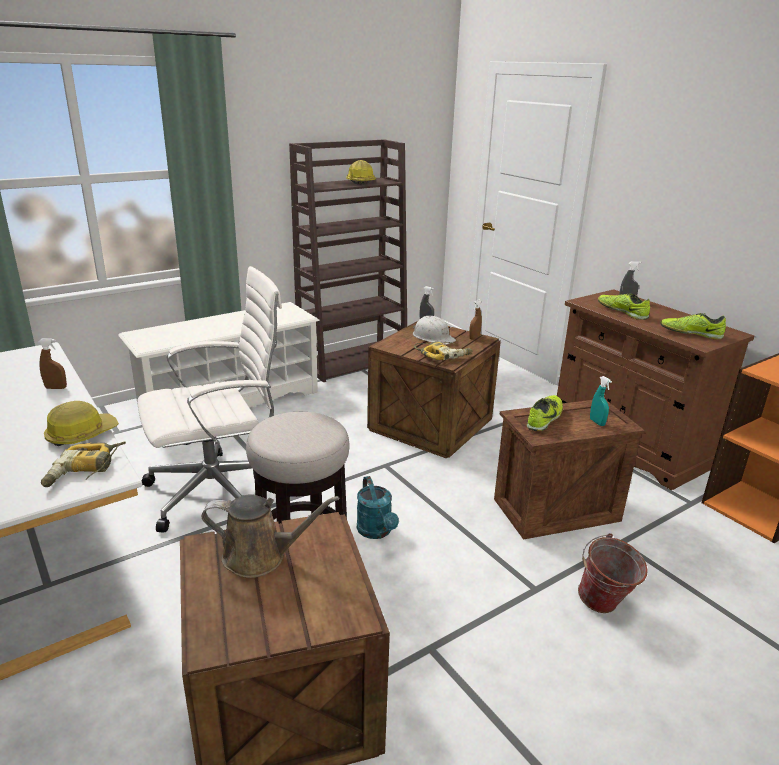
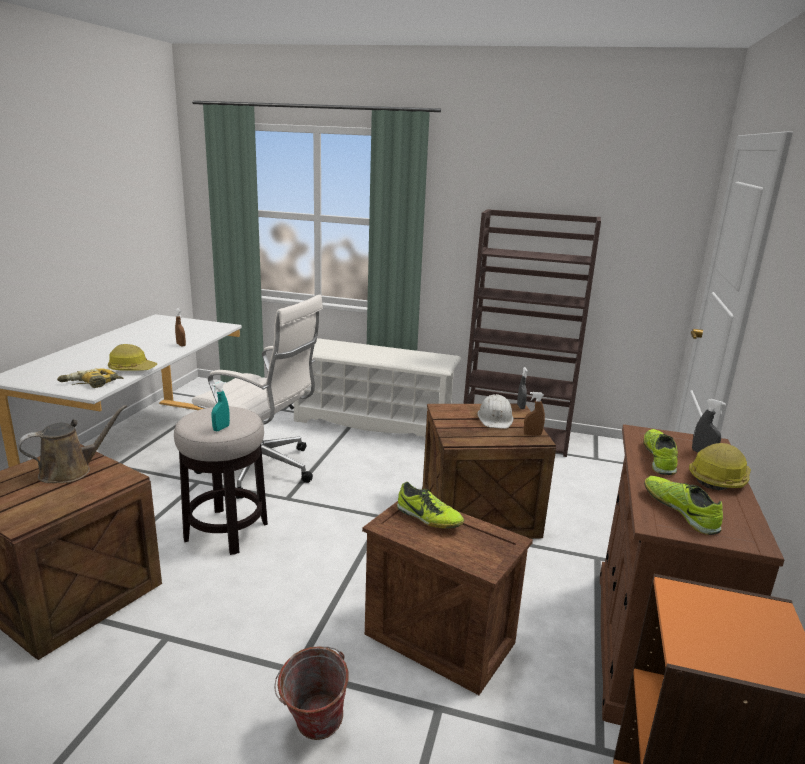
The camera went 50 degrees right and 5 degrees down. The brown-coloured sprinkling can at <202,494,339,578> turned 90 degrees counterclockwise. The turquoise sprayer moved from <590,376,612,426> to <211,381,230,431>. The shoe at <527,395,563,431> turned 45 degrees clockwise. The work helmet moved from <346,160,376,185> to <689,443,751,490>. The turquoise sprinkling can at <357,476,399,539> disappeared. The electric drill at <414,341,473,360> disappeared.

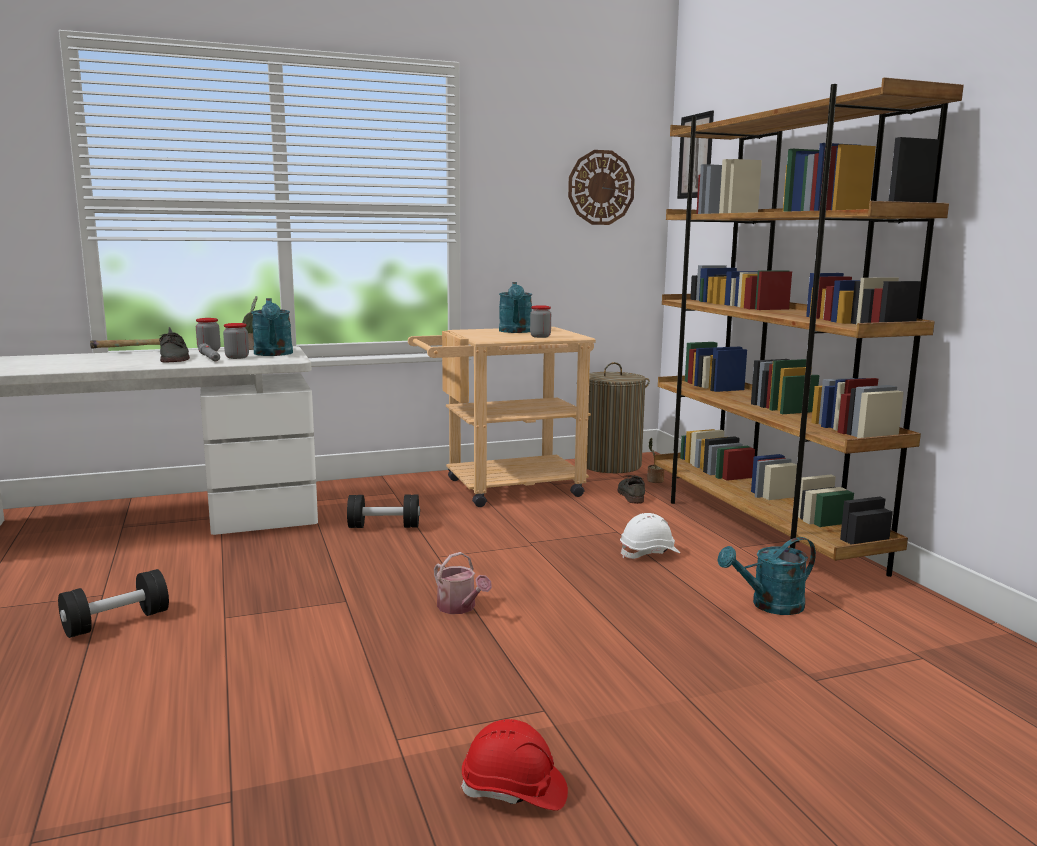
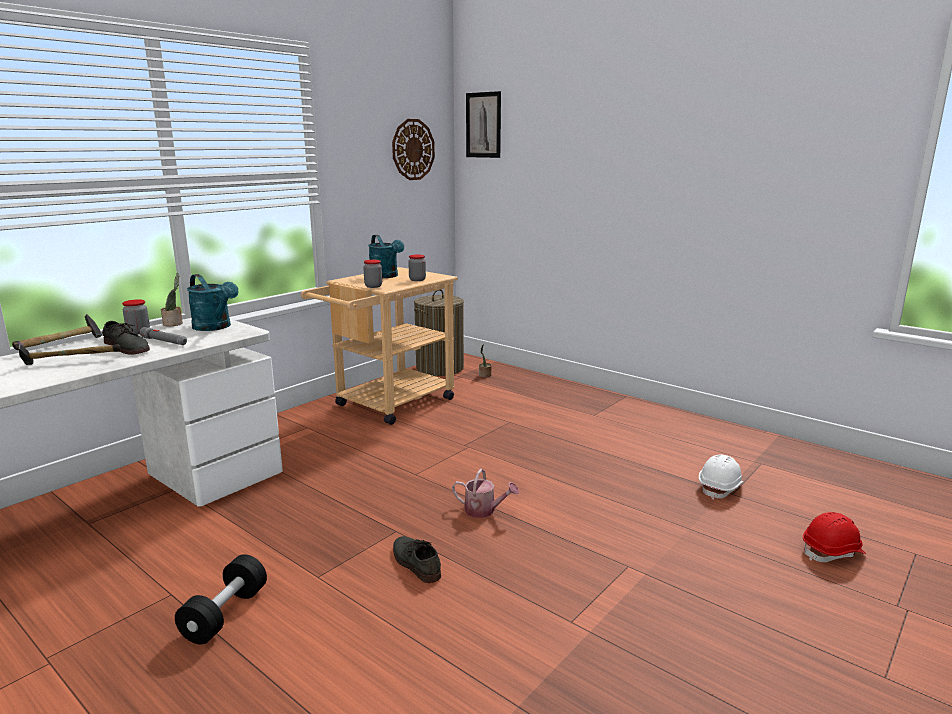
The camera went 30 degrees left and 5 degrees up. The hand hammer at <19,344,121,365> appeared. The storage jar moved from <223,323,249,359> to <363,260,382,288>. The greyish shoe moved from <618,475,645,504> to <393,536,441,583>. The white work helmet moved from <620,513,680,559> to <699,455,743,500>. The reddish work helmet moved from <460,719,568,811> to <803,512,866,562>. The blackish hand weight at <347,494,420,528> disappeared. The brown-coloured shelving unit at <654,77,964,577> disappeared. The turquoise sprinkling can at <717,537,816,615> disappeared.

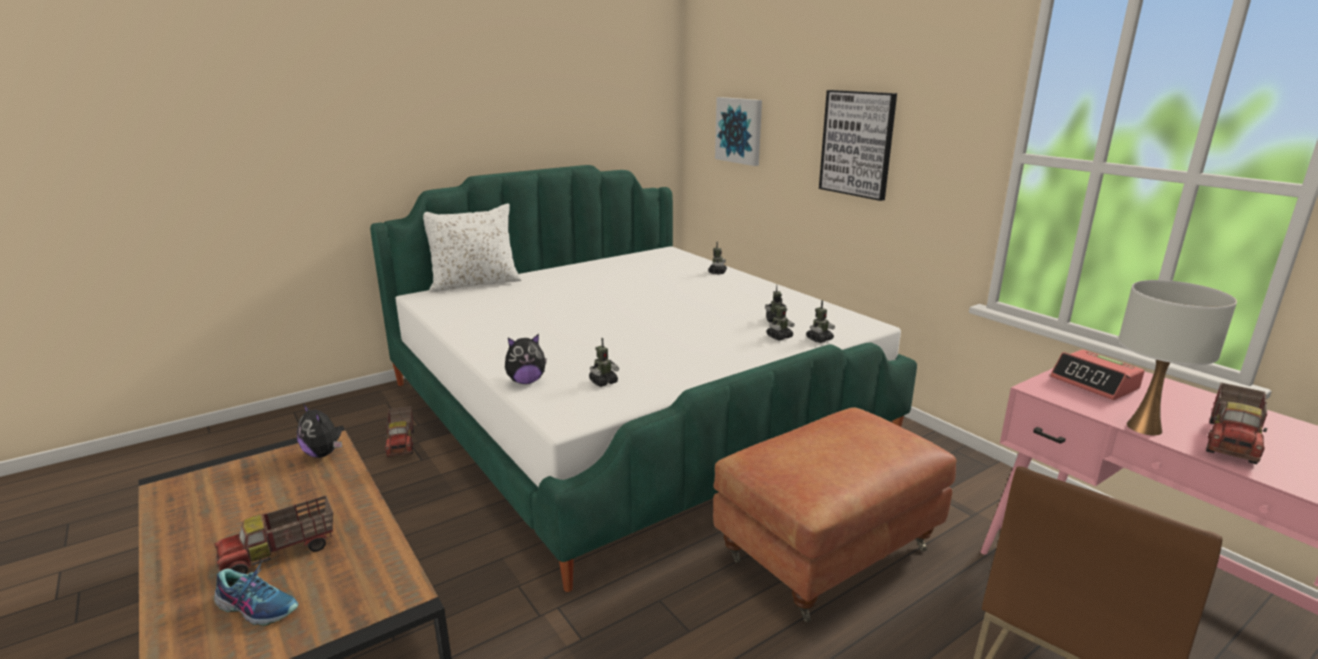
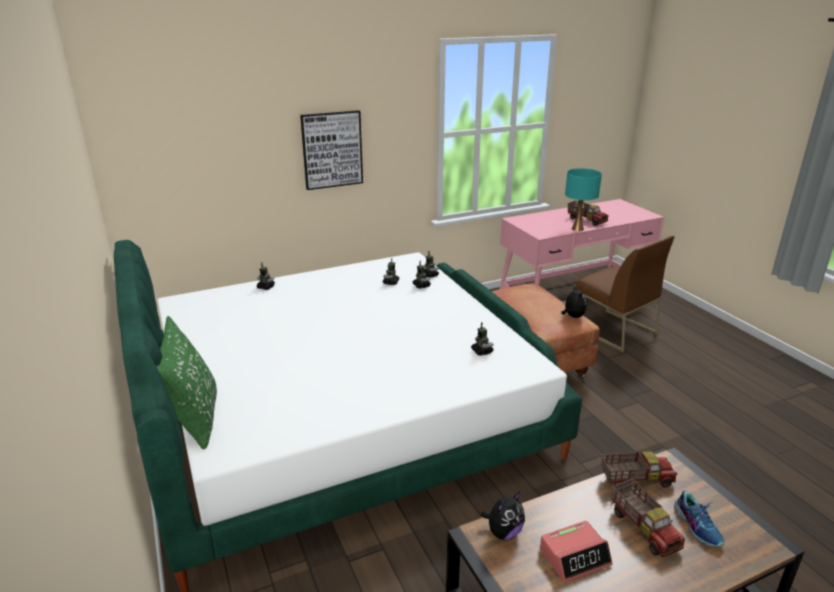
The camera went 80 degrees left and 5 degrees up. The white pillow at <423,203,522,292> became the green pillow at <156,316,217,449>. The table clock moved from <1050,349,1145,400> to <540,521,613,583>. The plush toy moved from <505,334,547,384> to <561,286,587,318>. The white table lamp at <1118,280,1237,436> became the turquoise table lamp at <565,168,602,231>. The toy lorry moved from <385,406,414,457> to <601,452,677,488>. The shoe at <214,561,298,626> turned 135 degrees clockwise. The wall picture at <715,97,762,166> disappeared.

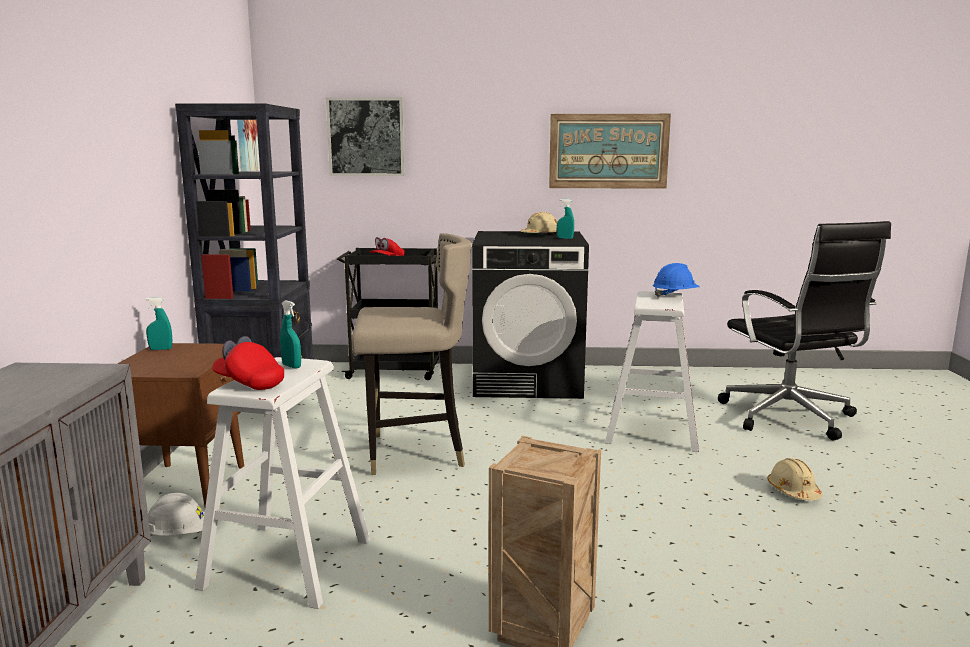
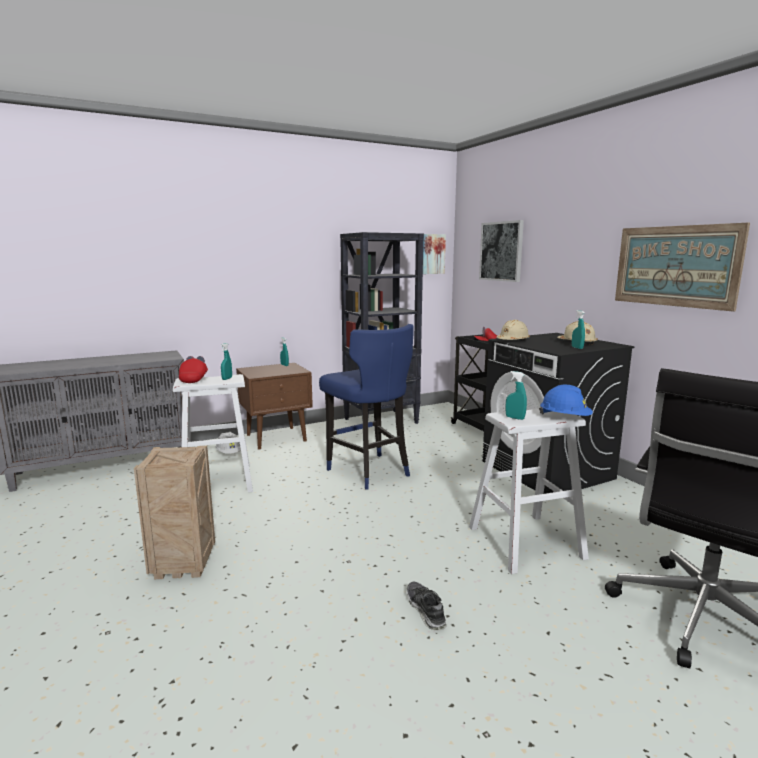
The camera went 60 degrees right and 0 degrees up. The beige sitting stool at <352,233,471,475> became the blue-coloured sitting stool at <319,324,414,490>. The shoe at <407,582,447,631> appeared. The beige work helmet moved from <767,458,822,500> to <496,320,530,340>. The turquoise sprayer at <506,371,527,420> appeared.

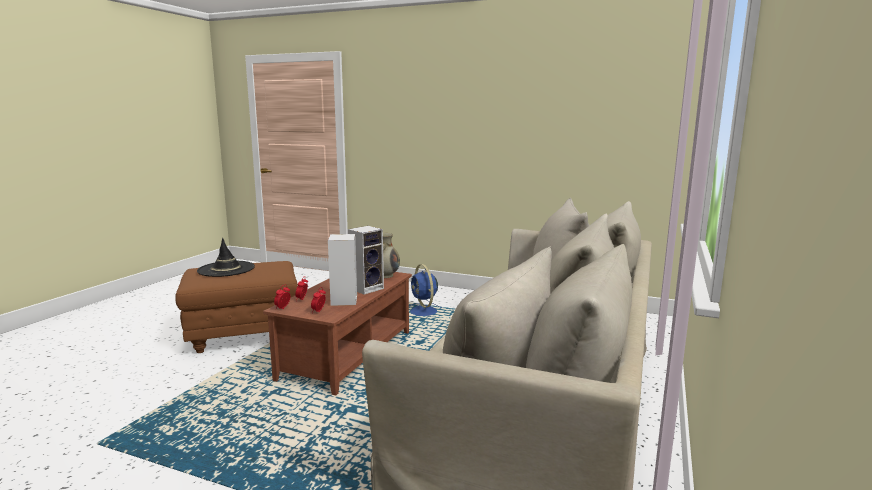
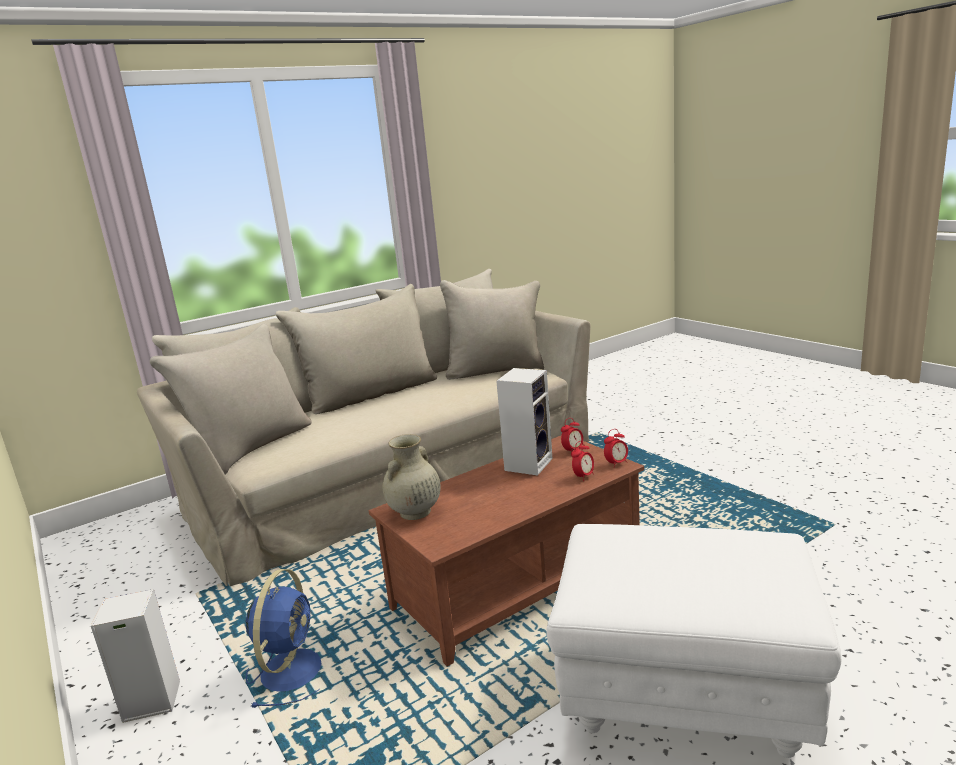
The camera went 145 degrees left and 5 degrees up. The speaker moved from <348,226,384,295> to <91,589,180,723>. The brown-coloured pouffe at <175,261,298,353> became the white pouffe at <546,524,841,758>. The blackish hat at <197,238,255,277> disappeared.

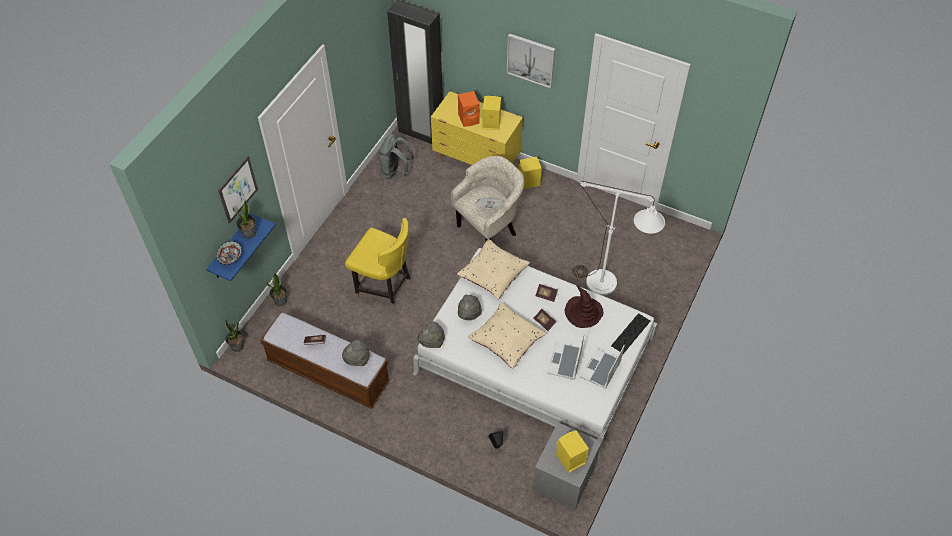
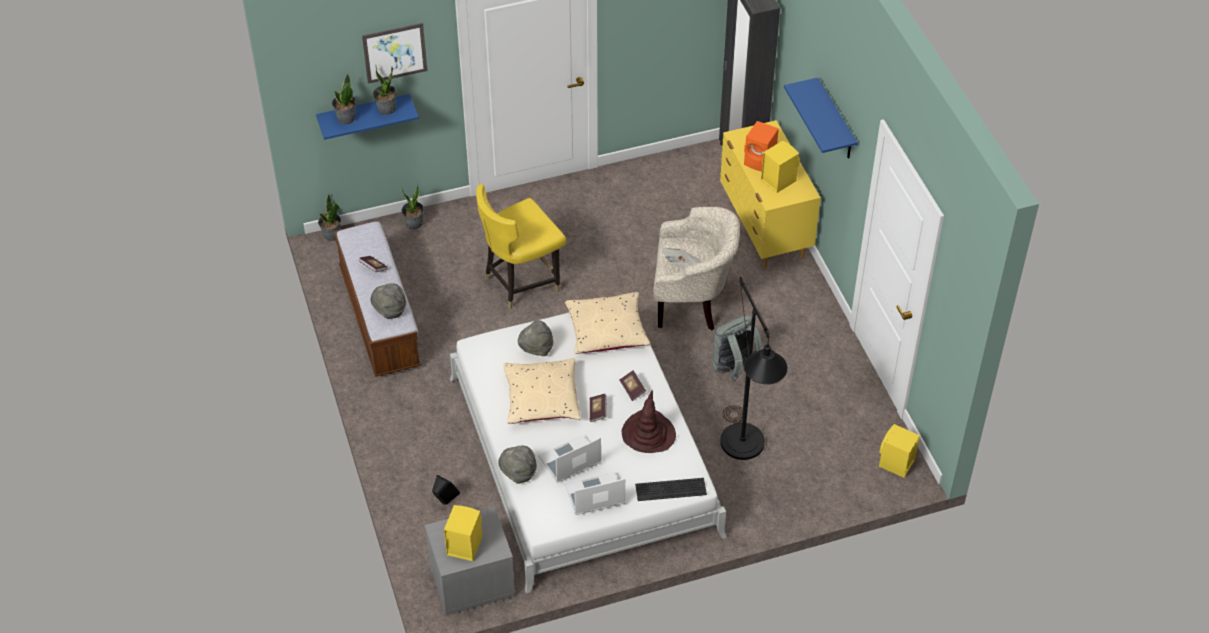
The camera went 45 degrees right and 5 degrees down. The serving bowl at <216,241,242,265> was replaced by the houseplant at <332,74,356,125>. The yellow-coloured plain chair at <345,218,412,309> turned 75 degrees clockwise. The greyish hat moved from <418,321,445,348> to <498,446,537,484>. The greyish backpack moved from <378,134,414,179> to <712,316,763,382>. The white standard lamp at <572,181,665,295> became the blackish standard lamp at <720,277,788,460>. The wall picture at <507,33,555,89> was replaced by the blue-coloured wall shelf at <784,78,857,159>. The yellow-coloured speaker moved from <518,157,542,189> to <879,424,920,478>.

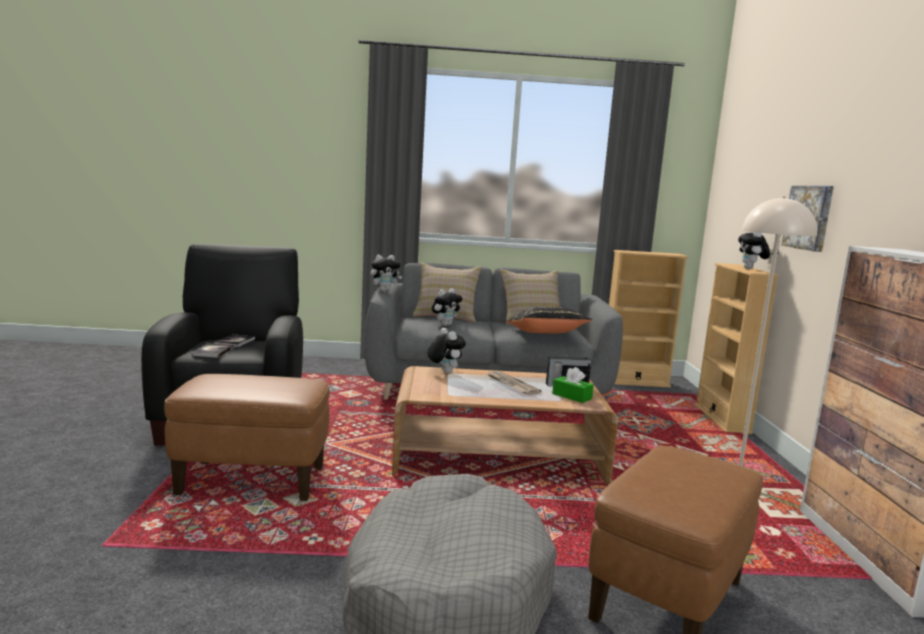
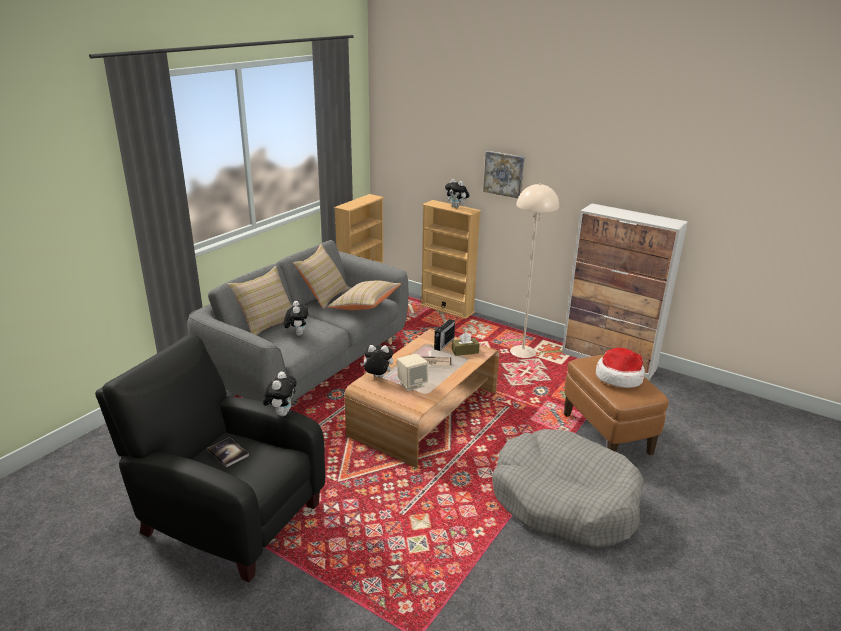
The camera went 55 degrees left and 15 degrees up. The plush toy moved from <371,255,402,291> to <263,372,297,416>. The blackish pillow at <506,307,592,333> became the beige pillow at <327,281,401,310>. The beige speaker at <397,354,428,391> appeared. The green tissue holder at <552,367,594,403> became the brown-coloured tissue holder at <452,332,480,356>. The hat at <596,348,645,388> appeared. The brown-coloured pouffe at <164,374,330,501> disappeared. The bound book at <192,343,234,358> disappeared.

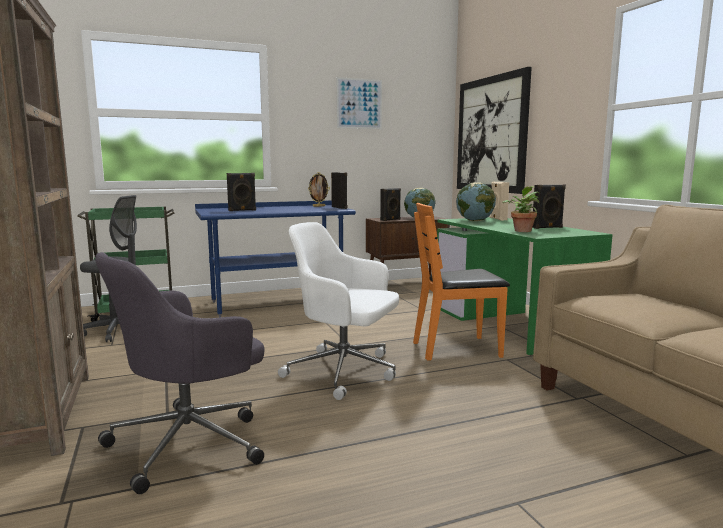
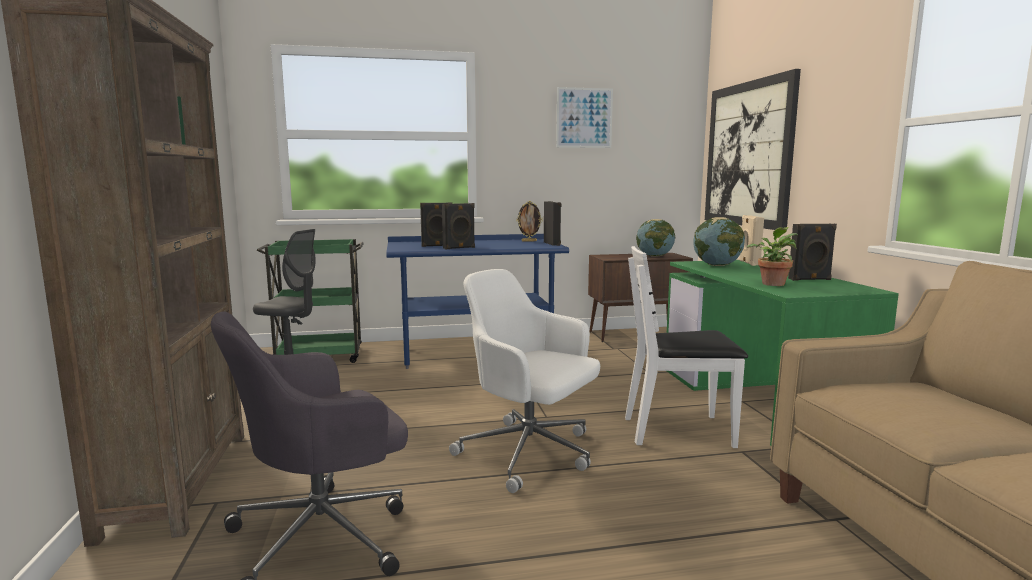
The camera went 10 degrees right and 0 degrees up. The blackish speaker moved from <380,188,401,221> to <442,203,475,250>. The orangey plain chair at <413,203,510,361> became the white plain chair at <625,246,748,448>.

